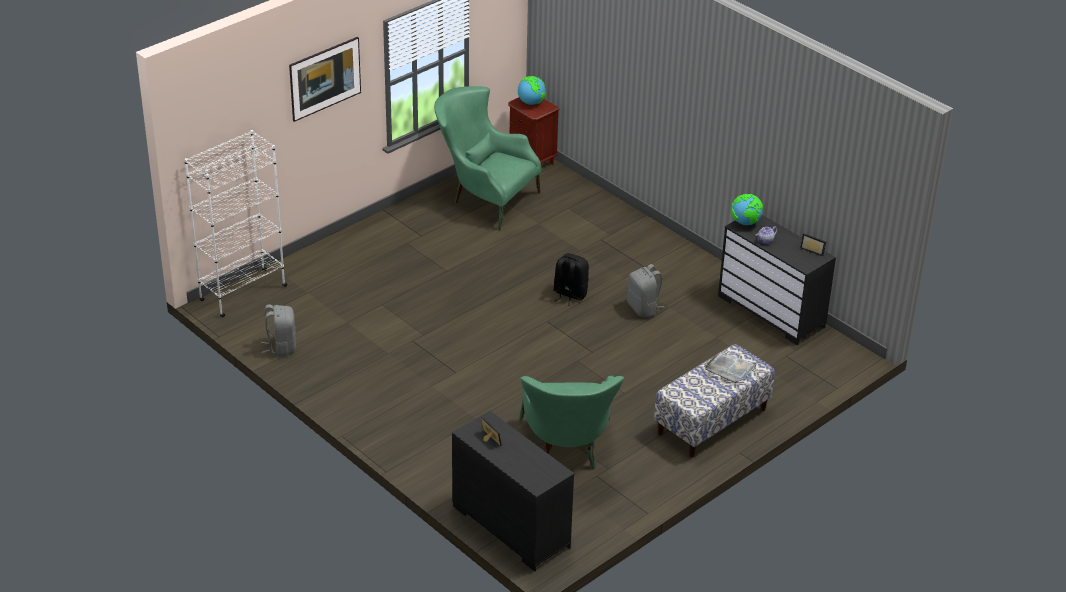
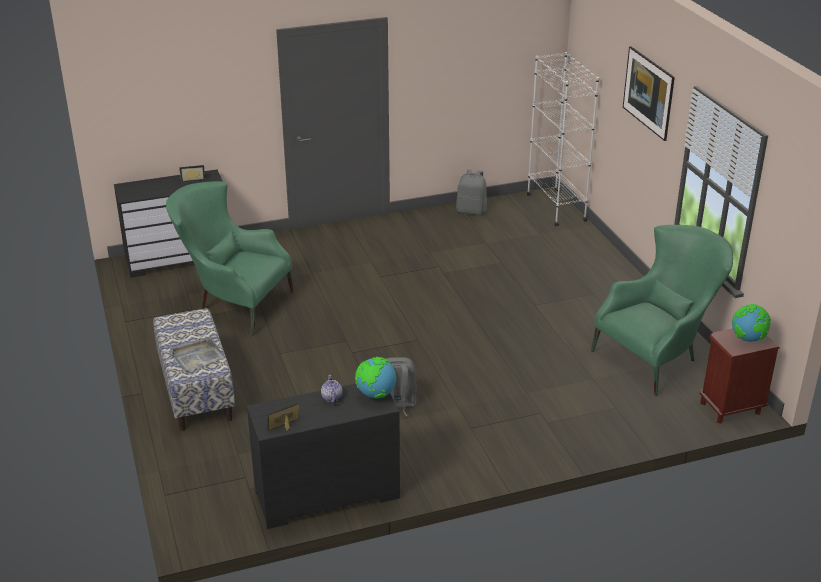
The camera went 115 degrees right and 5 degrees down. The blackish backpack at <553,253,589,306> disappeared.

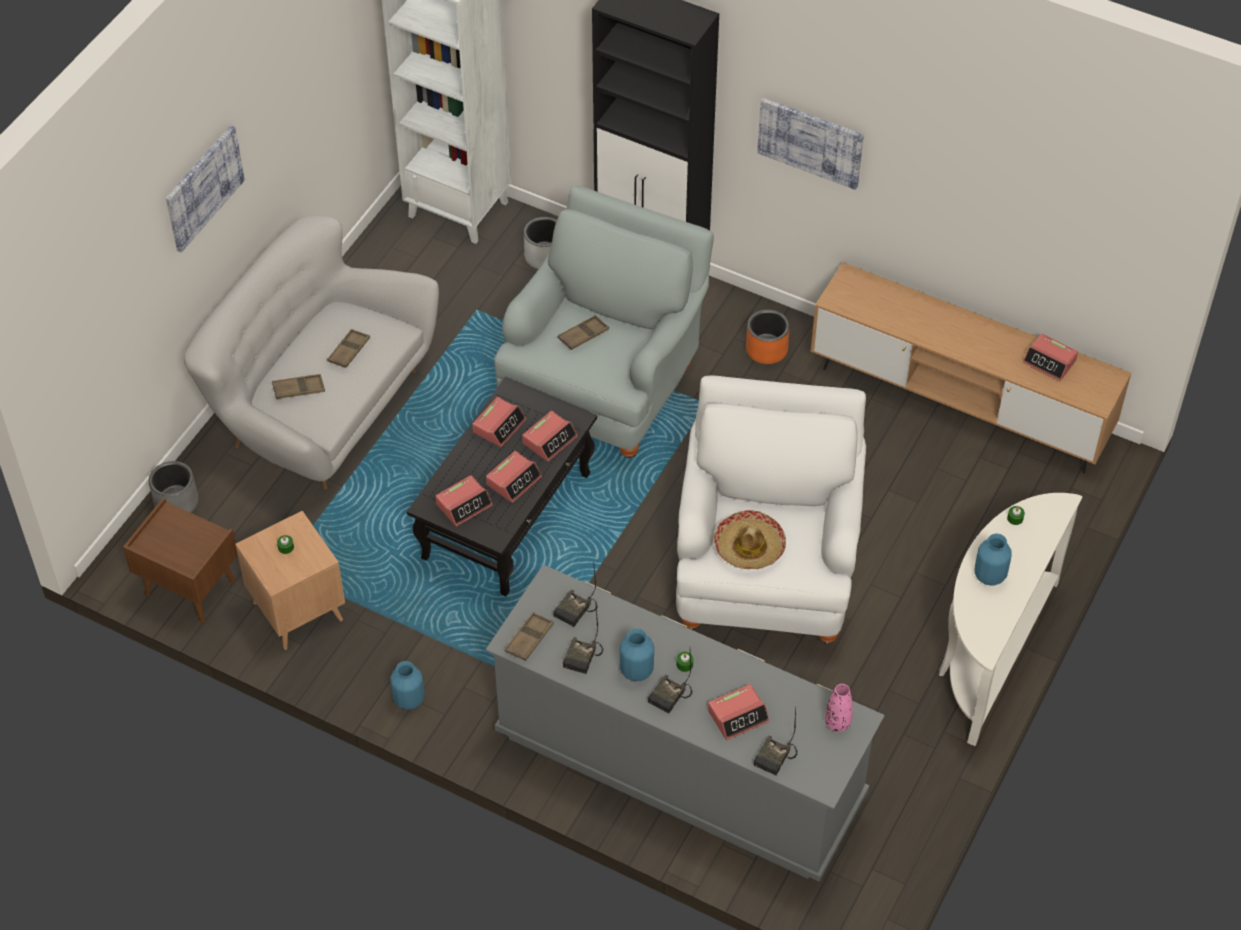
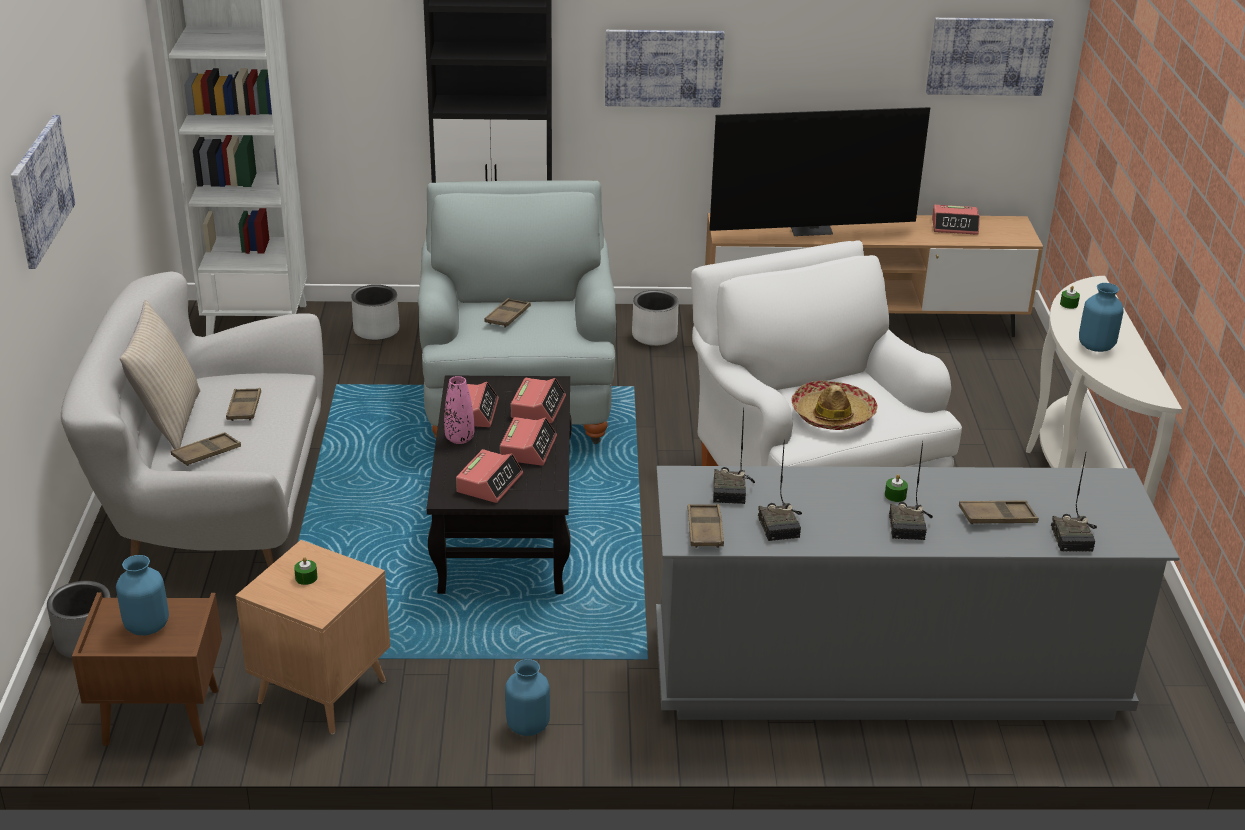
The camera went 30 degrees left and 20 degrees down. The blue-coloured vase moved from <620,629,654,681> to <116,555,169,635>. The beige pillow at <120,300,200,449> appeared. The pink vase moved from <825,684,853,732> to <444,376,474,444>. The orangey flower pot at <746,310,790,364> became the white flower pot at <632,290,679,346>. The television at <709,107,930,236> appeared. The wall picture at <926,18,1054,96> appeared. The table clock at <708,684,769,740> was replaced by the brown-coloured serving tray at <959,501,1039,524>.

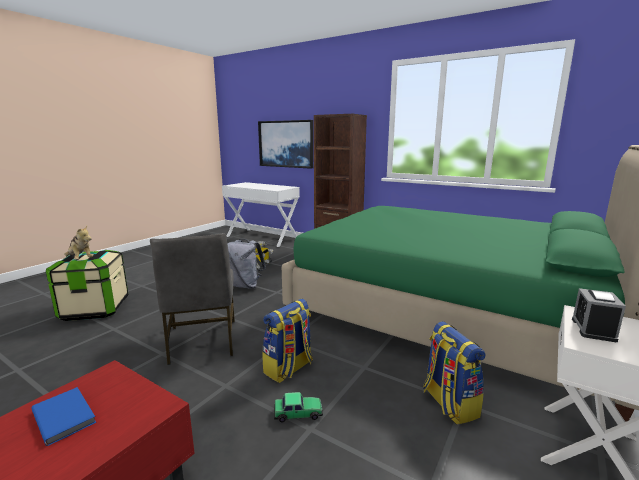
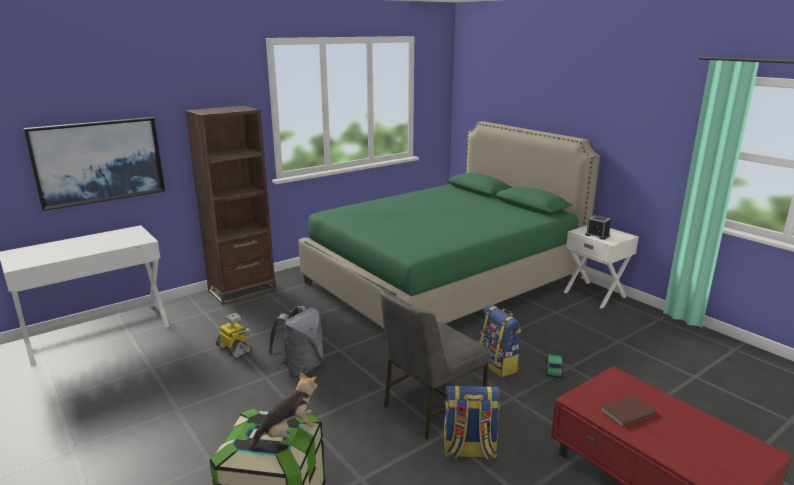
The camera went 70 degrees left and 5 degrees up. The greyish plain chair at <150,233,235,365> turned 135 degrees clockwise. The backpack moved from <423,321,486,425> to <444,385,500,460>. The blue-coloured bound book at <31,387,96,446> became the brown-coloured bound book at <601,395,657,427>.

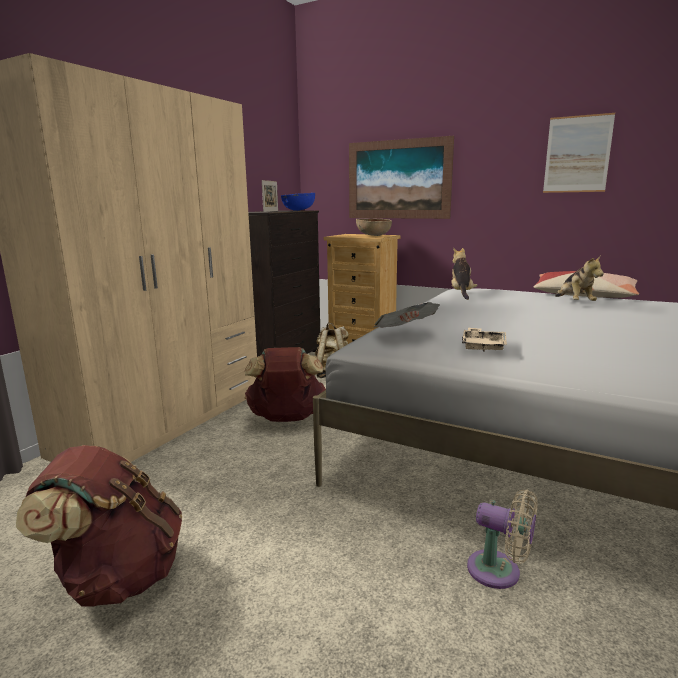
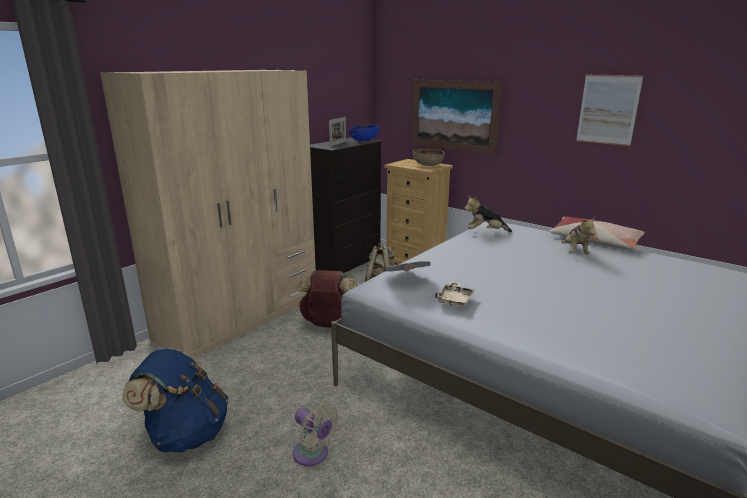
The camera went 10 degrees right and 5 degrees up. The brown-coloured backpack at <16,445,182,607> became the blue-coloured backpack at <122,348,228,453>. The beige electric fan moved from <467,490,538,589> to <293,402,339,466>. The plush toy at <452,248,478,300> turned 105 degrees counterclockwise.

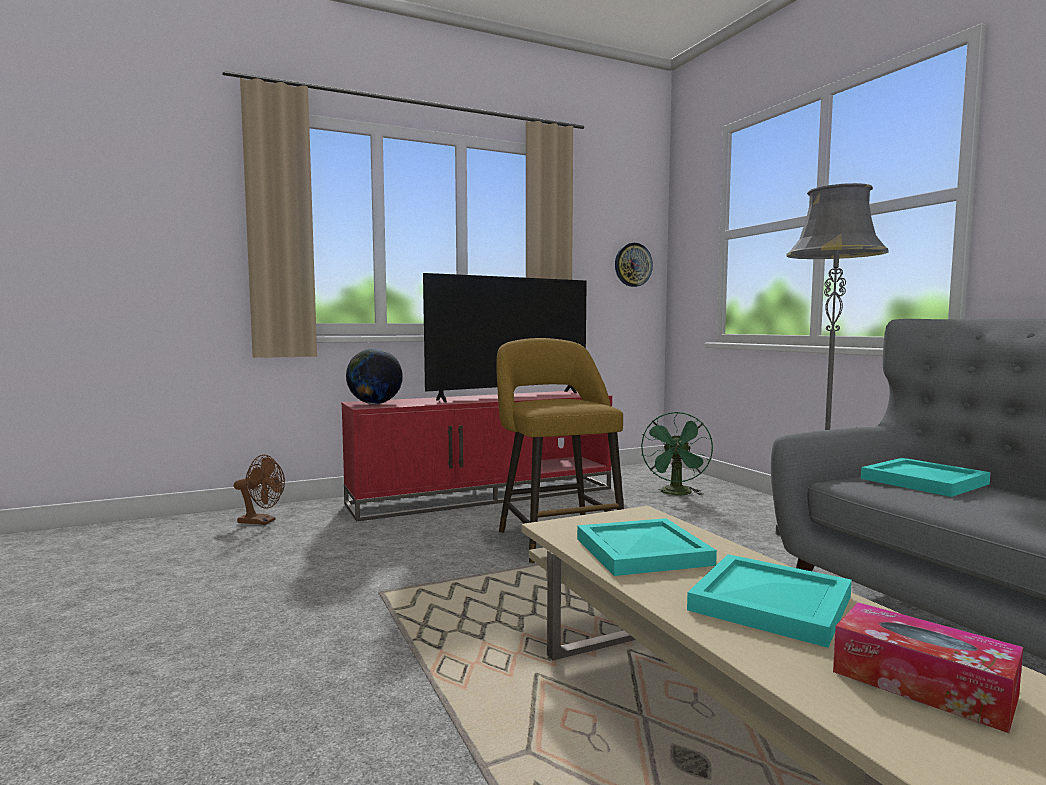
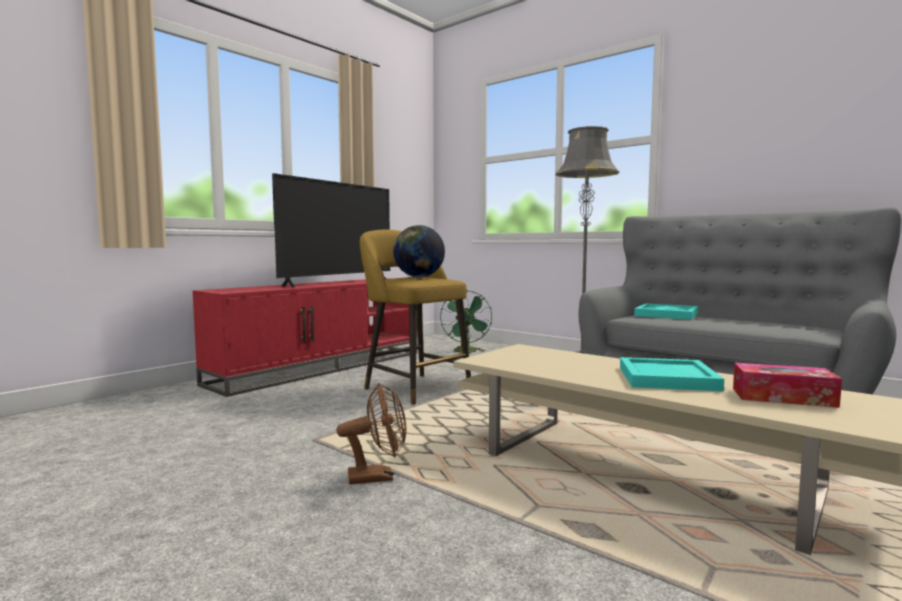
The camera went 25 degrees left and 0 degrees up. The brown-coloured electric fan moved from <234,455,285,525> to <337,383,406,485>. The globe moved from <346,348,403,404> to <393,225,445,278>. The turquoise serving tray at <577,518,717,576> disappeared. The wall clock at <615,243,653,287> disappeared.

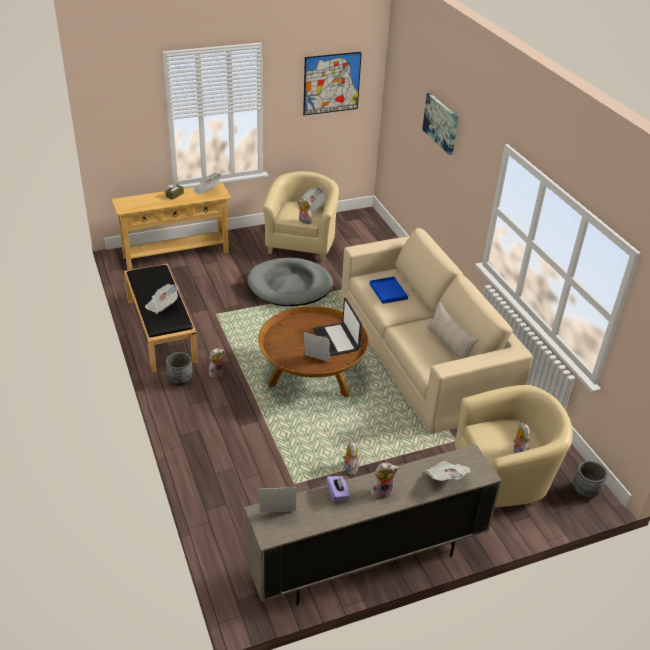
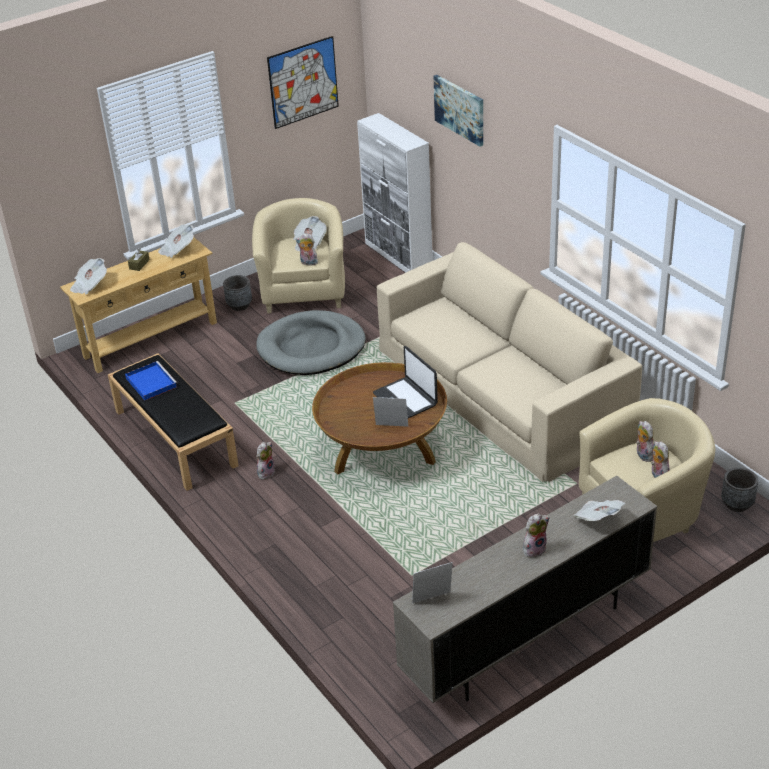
The camera went 10 degrees left and 0 degrees up. The printed paper moved from <145,284,178,314> to <70,258,107,294>. The blue-coloured serving tray moved from <369,276,409,304> to <125,361,178,400>. The greyish flower pot moved from <166,352,193,386> to <223,275,252,311>. The white storage cabinet at <357,113,433,273> appeared. The plush toy moved from <343,440,358,475> to <636,421,654,462>. The purple tissue holder at <326,476,350,504> disappeared. The beige pillow at <427,302,478,359> disappeared.

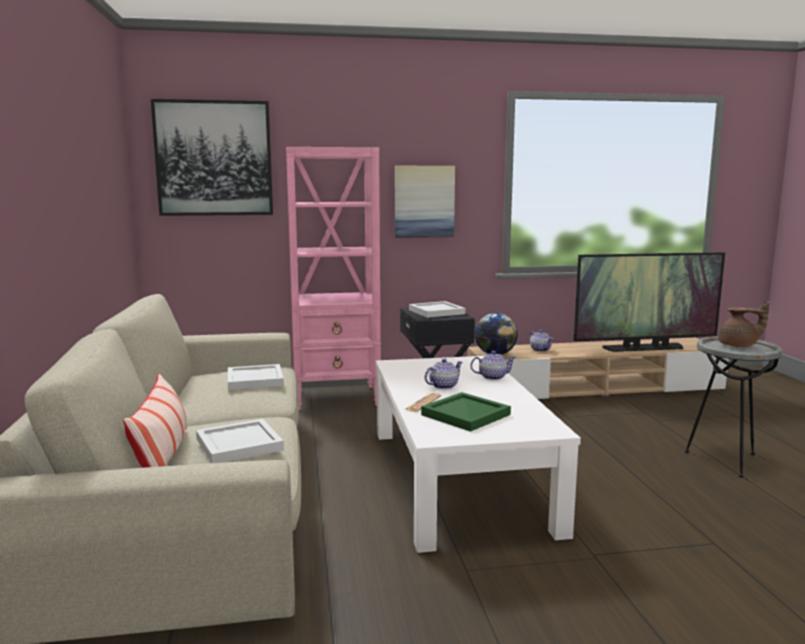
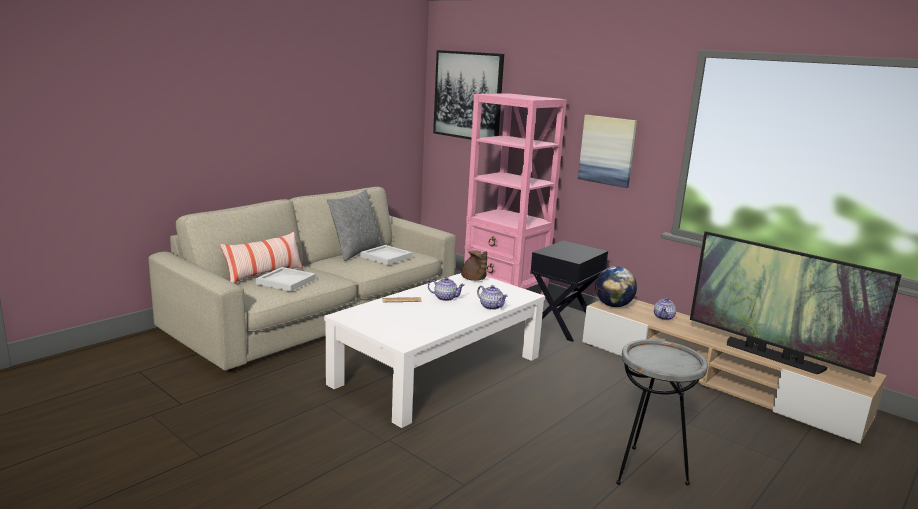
The camera went 50 degrees right and 5 degrees up. The greyish pillow at <327,190,382,261> appeared. The brown-coloured tea pot moved from <718,301,769,347> to <461,250,487,281>. The white serving tray at <409,301,465,318> disappeared. The green serving tray at <421,392,511,432> disappeared.

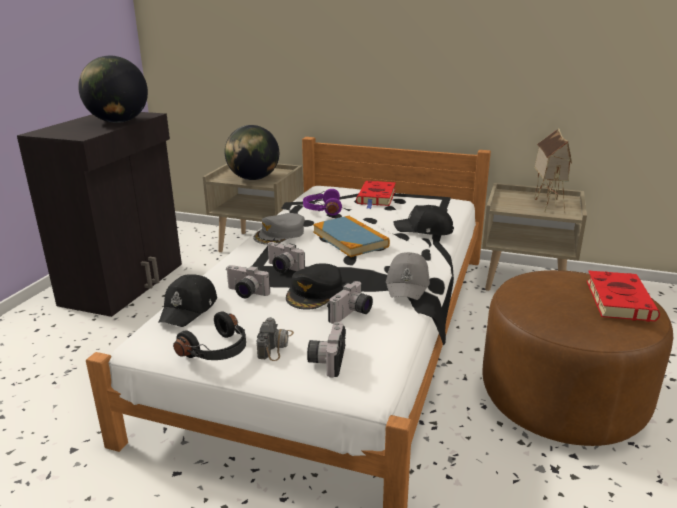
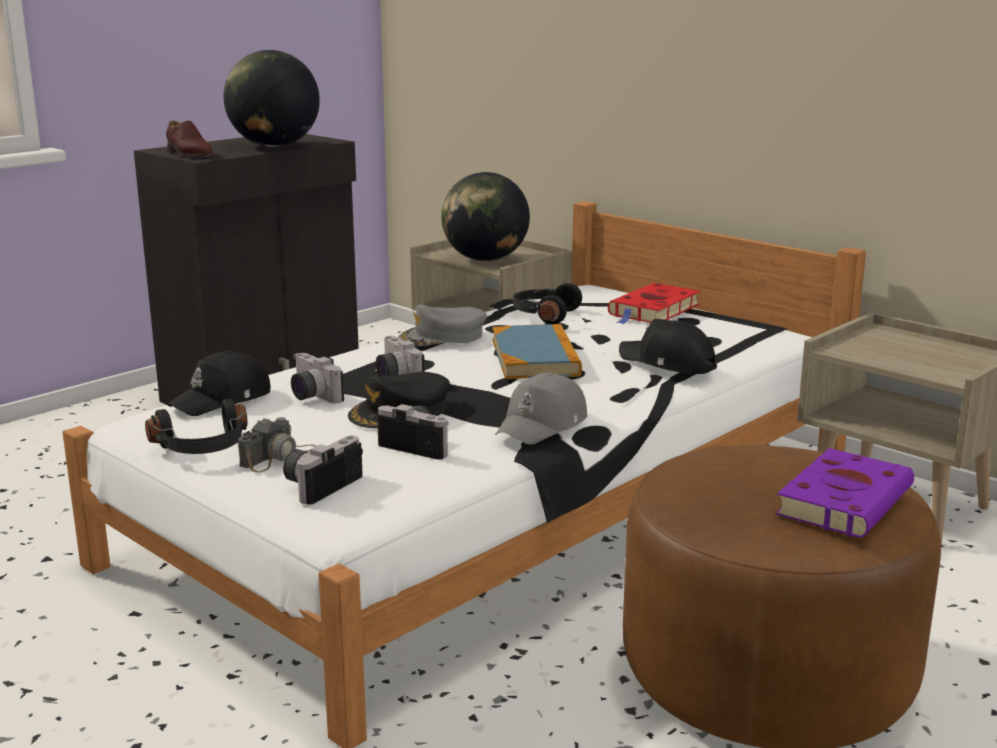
The camera went 25 degrees right and 5 degrees down. The brown-coloured shoe at <166,121,213,157> appeared. The photo camera at <327,281,373,324> turned 120 degrees counterclockwise. The purple pair of headphones at <303,189,342,216> became the blackish pair of headphones at <513,283,582,324>. The reddish bound book at <587,271,660,322> became the purple bound book at <776,448,914,538>. The model house at <534,128,572,213> disappeared.

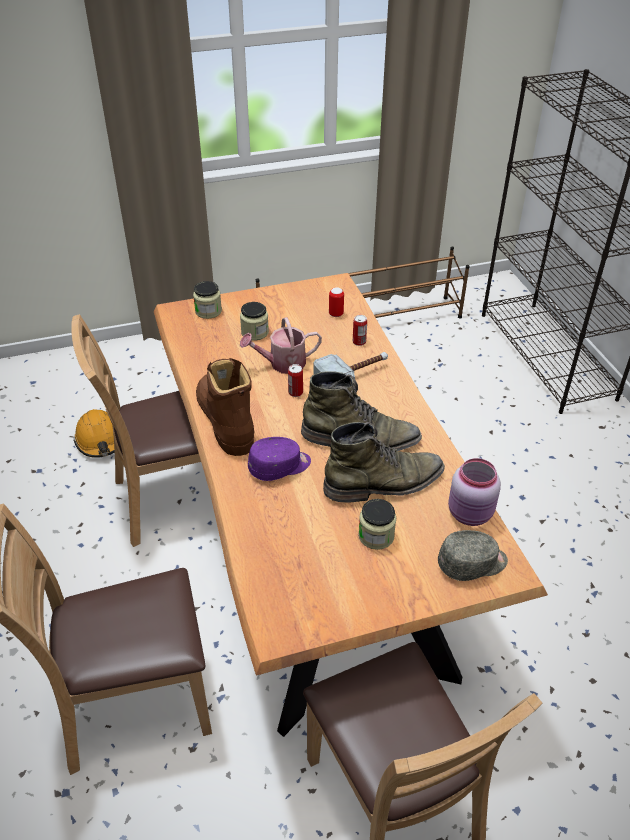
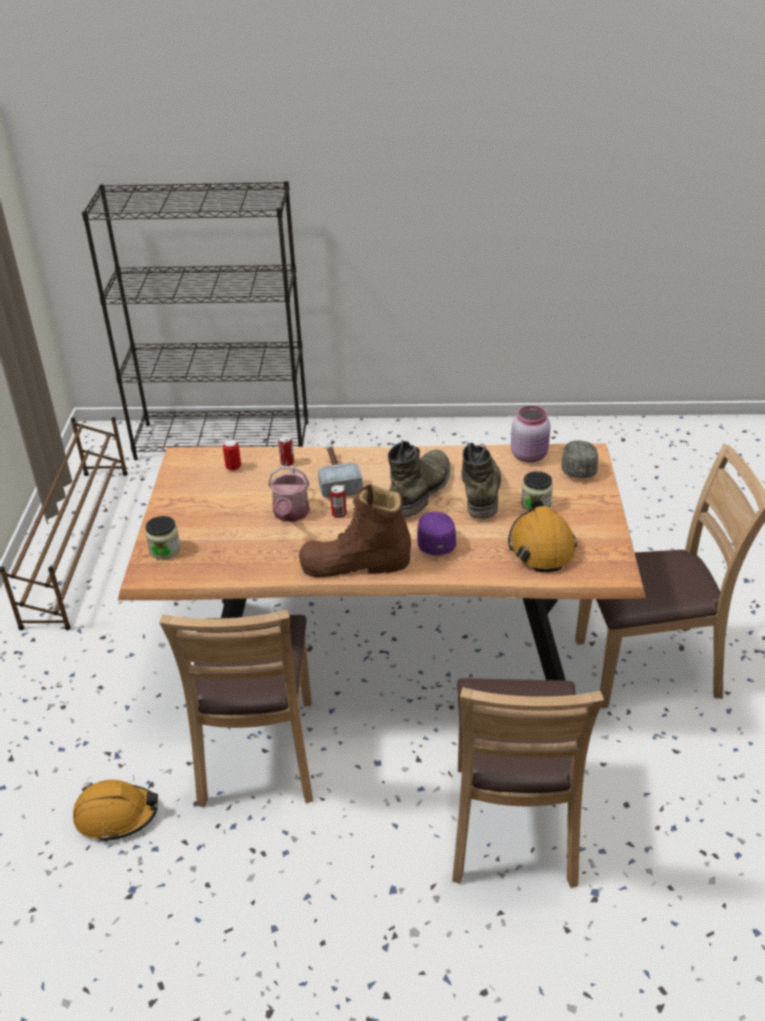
The camera went 70 degrees left and 5 degrees down. The orangey work helmet at <508,498,577,572> appeared. The storage jar at <240,302,269,341> disappeared.

